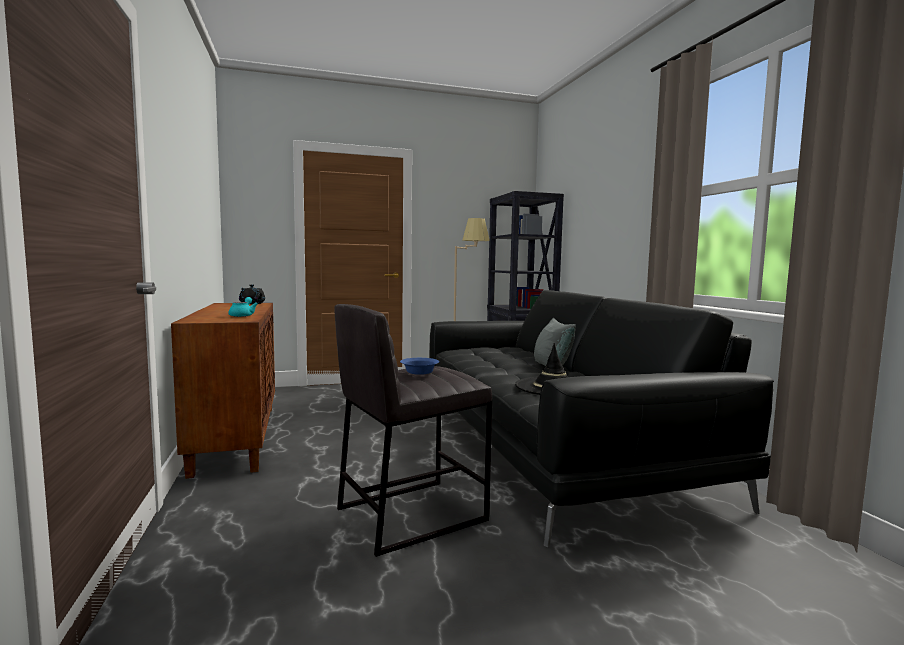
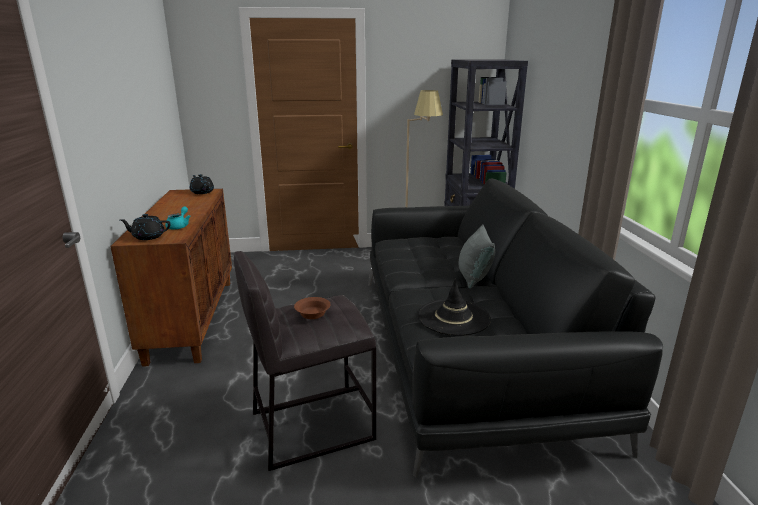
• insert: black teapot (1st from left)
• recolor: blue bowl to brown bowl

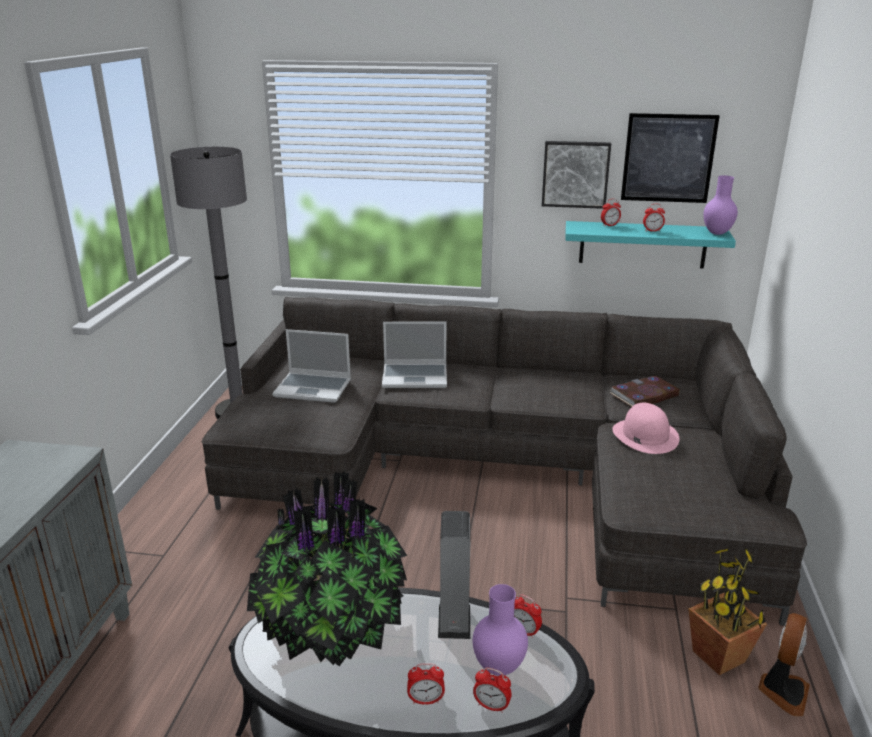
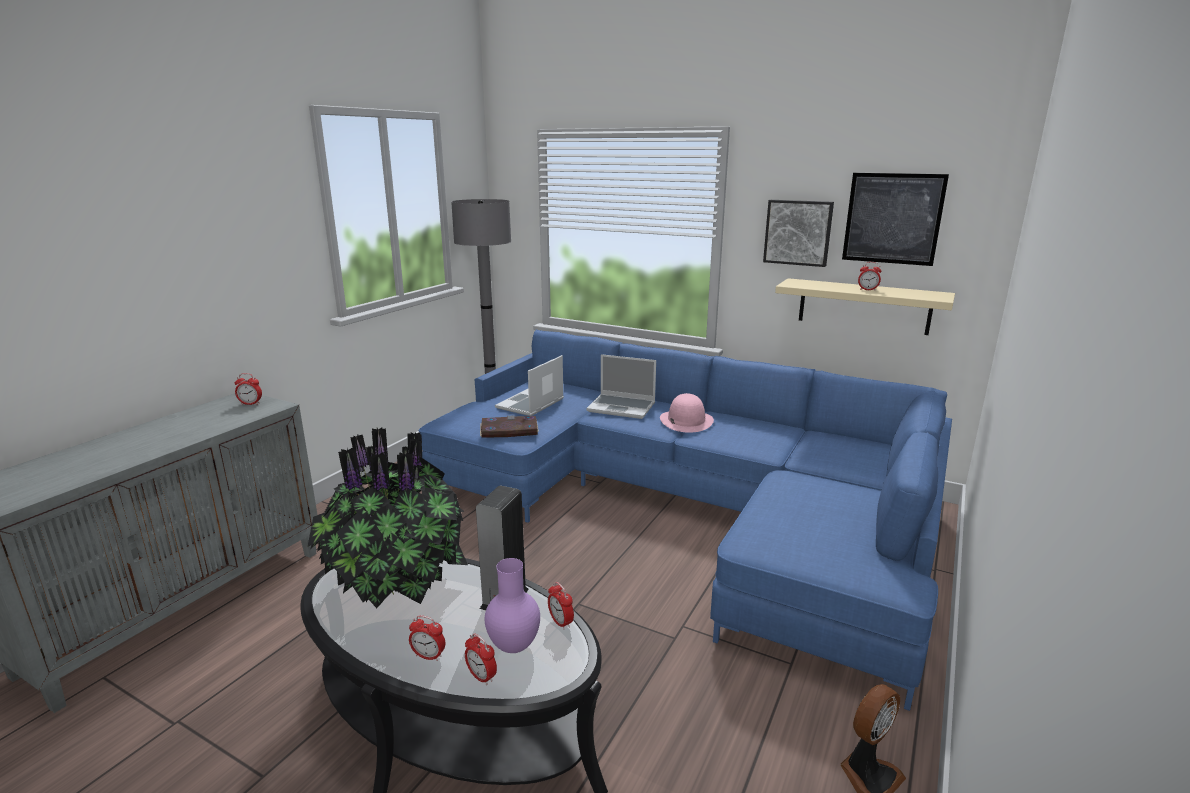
• delete: potted plant (2nd from left)
• delete: purple vase (2nd from left)
• move: alarm clock (4th from left in the first image) to alarm clock (1st from left)
• move: book
• move: pink hat
• recolor: grey sofa to blue sofa
• recolor: turquoise shelf to beige shelf
• rotate: laptop (1st from left) 90 degrees clockwise

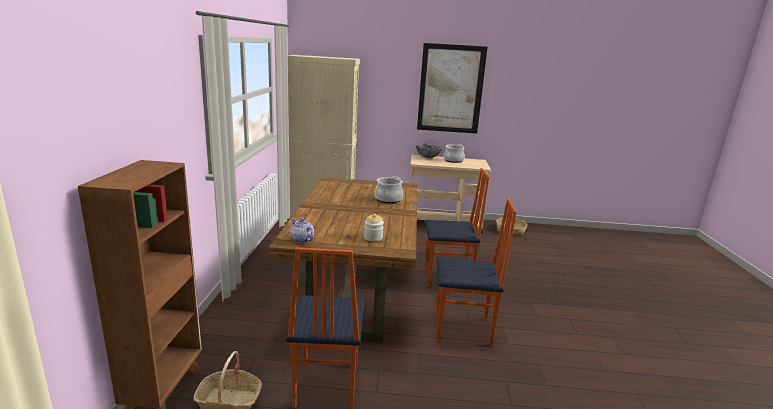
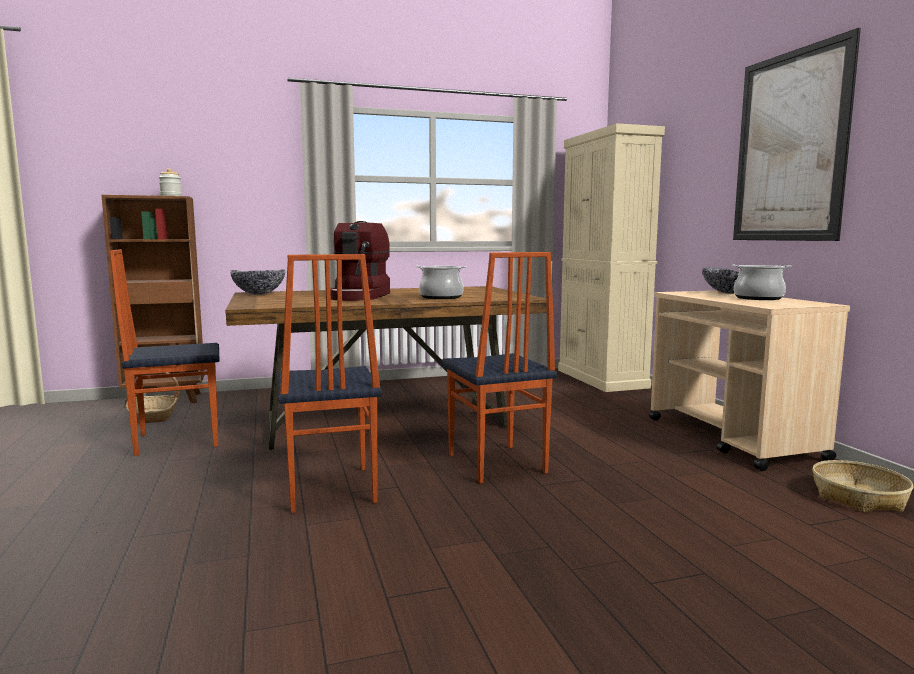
• insert: coffee machine
• move: jar
• replace: teapot to bowl (1st from left)

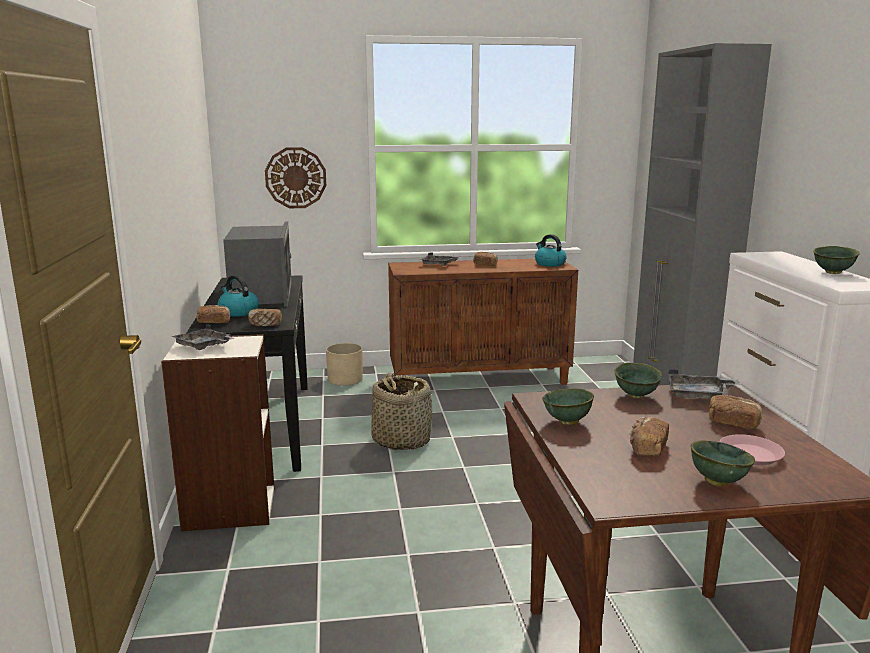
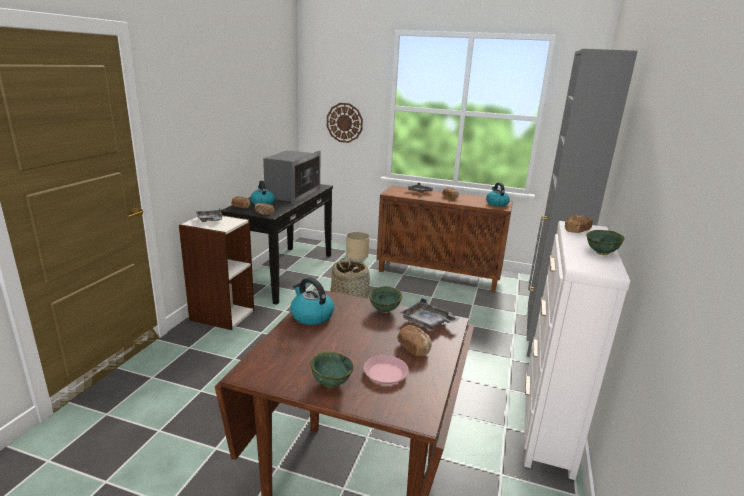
• move: bread (4th from left in the first image) to bread (5th from left)
• replace: green bowl (1st from left) to kettle (2nd from left)

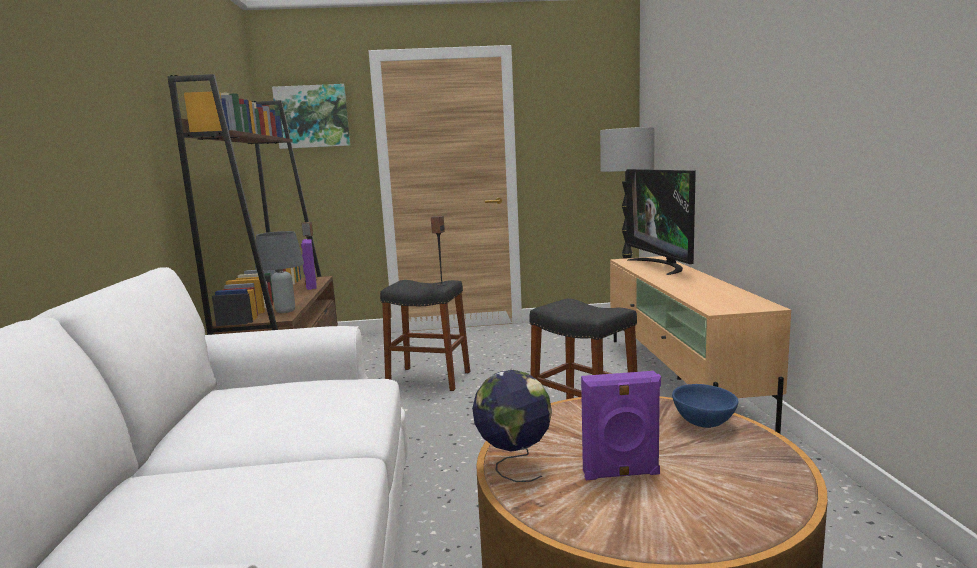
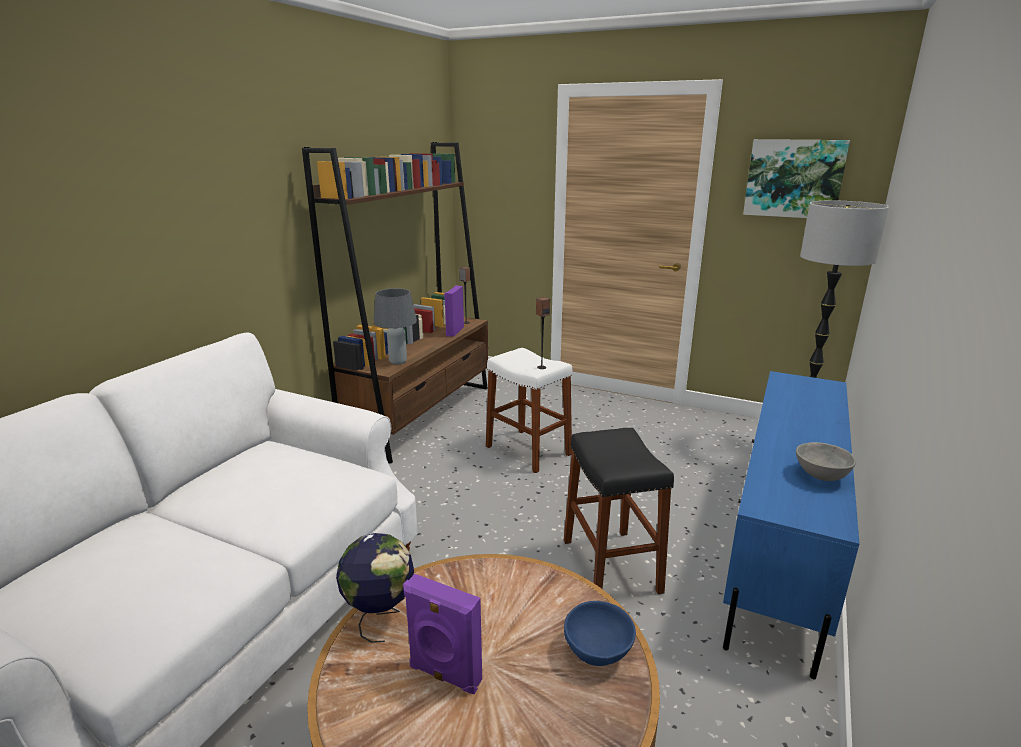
• delete: television
• insert: grey bowl
• move: picture
• recolor: black stool (1st from left) to white stool
• recolor: beige tv stand to blue tv stand

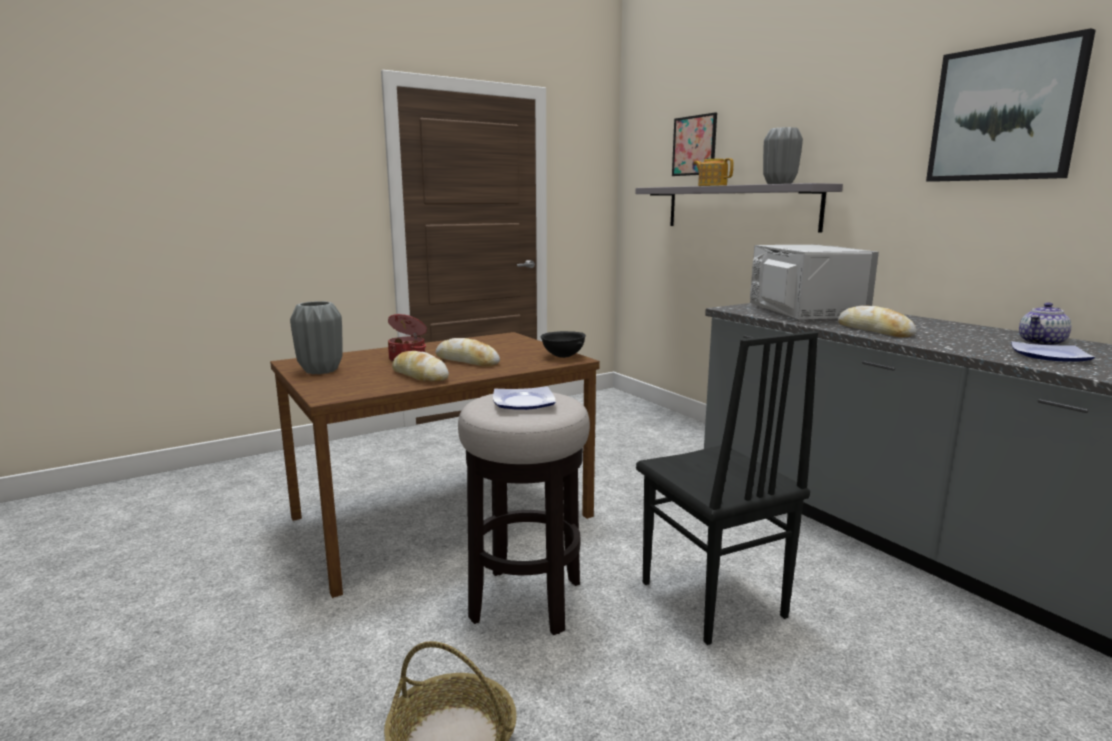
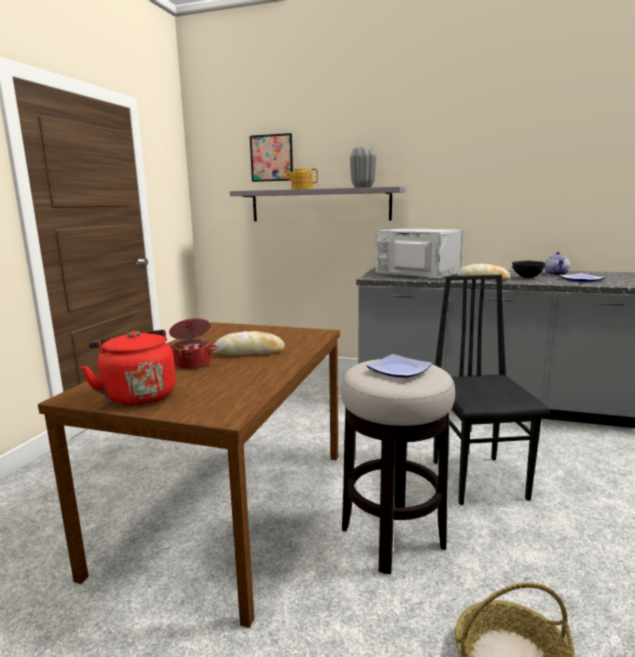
• delete: bread (1st from left)
• delete: picture (2nd from left)
• move: black bowl
• replace: grey vase (1st from left) to red kettle
• rotate: black chair 120 degrees counterclockwise

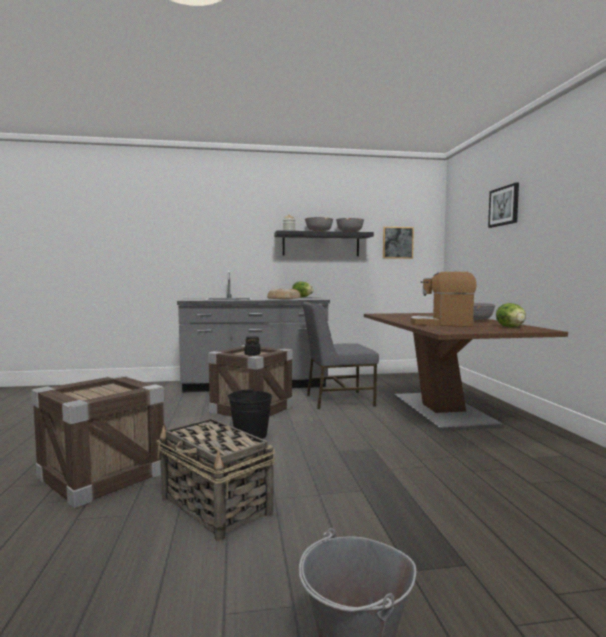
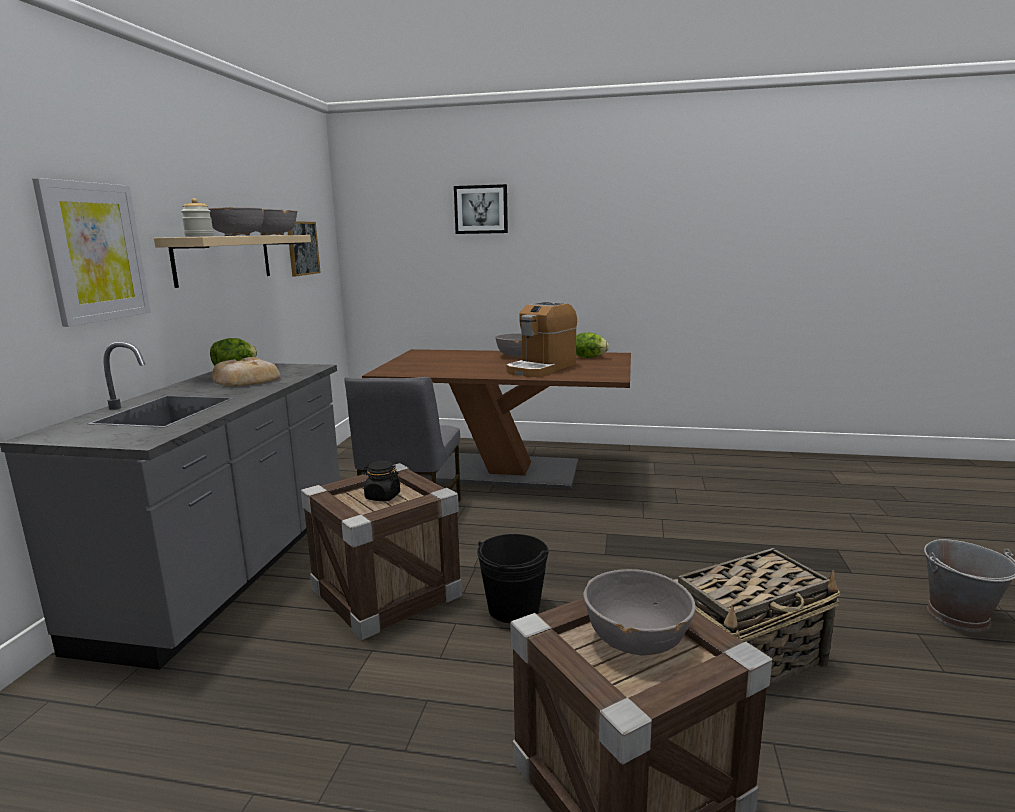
• insert: picture (1st from left)
• insert: grey bowl (4th from left)
• recolor: black shelf to beige shelf

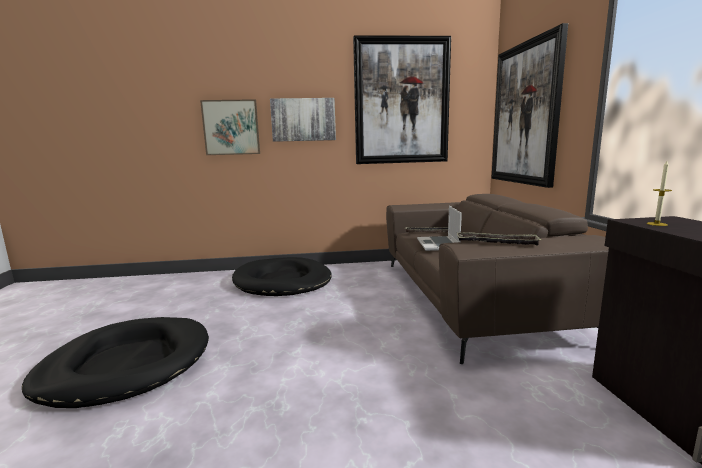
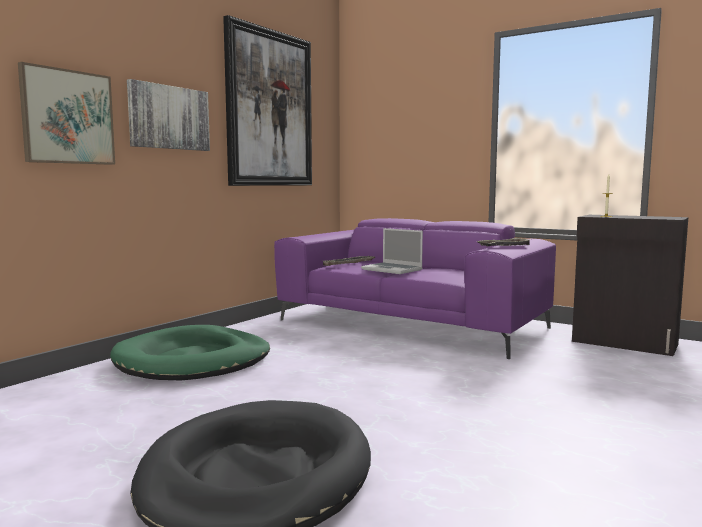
• delete: picture (4th from left)
• recolor: black dog bed (2nd from left) to green dog bed
• recolor: brown sofa to purple sofa

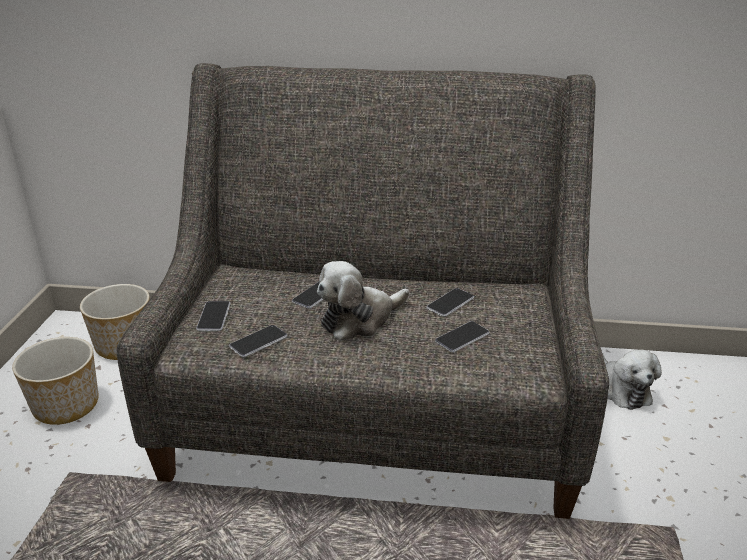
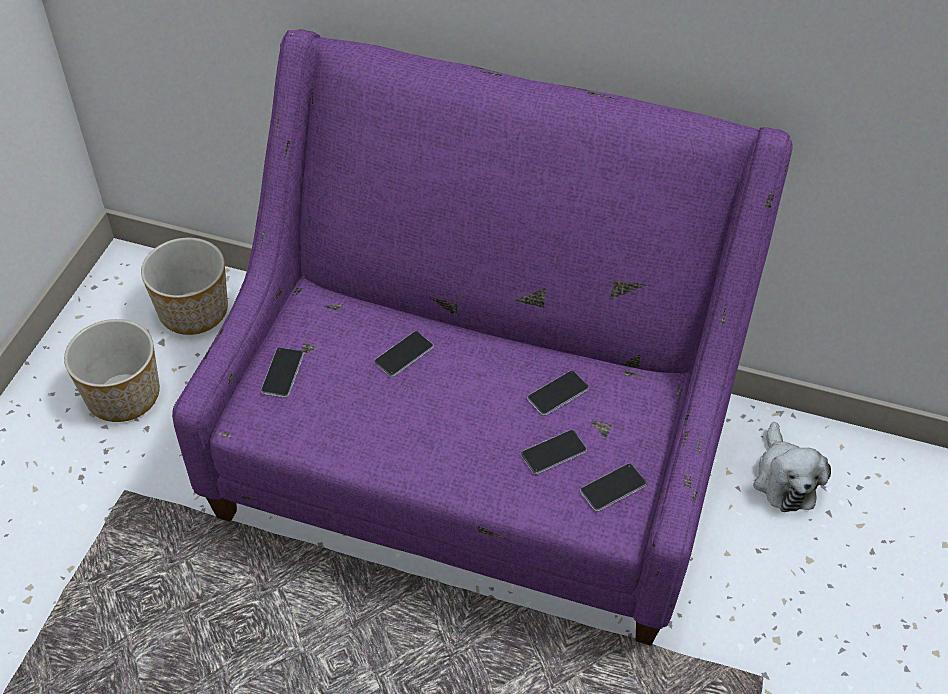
• delete: plush toy (1st from left)
• move: phone (2nd from left in the first image) to phone (5th from left)
• recolor: grey sofa to purple sofa

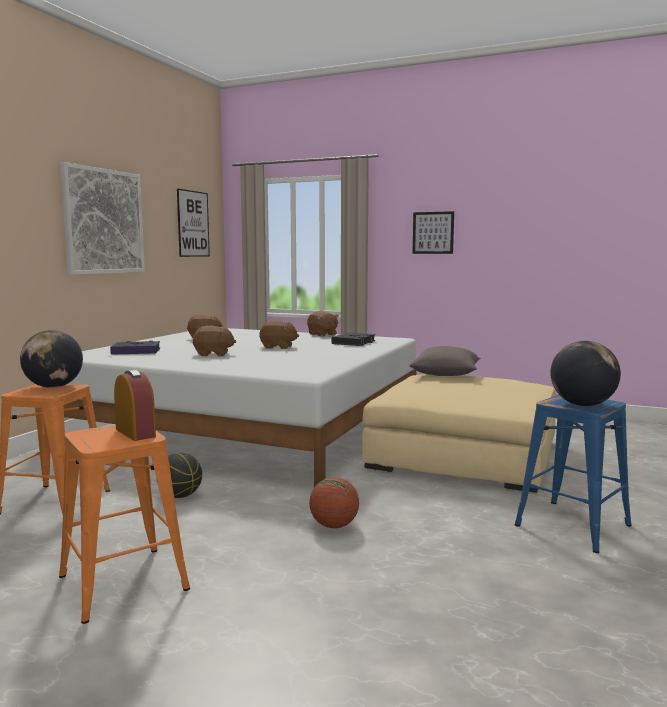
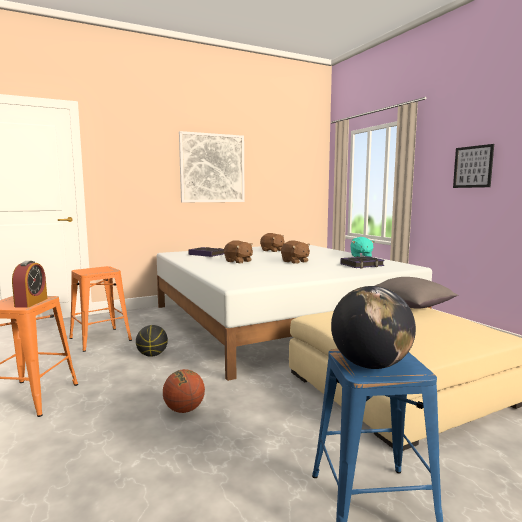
• delete: globe (1st from left)
• delete: picture (2nd from left)
• recolor: brown plush toy (4th from left) to turquoise plush toy

